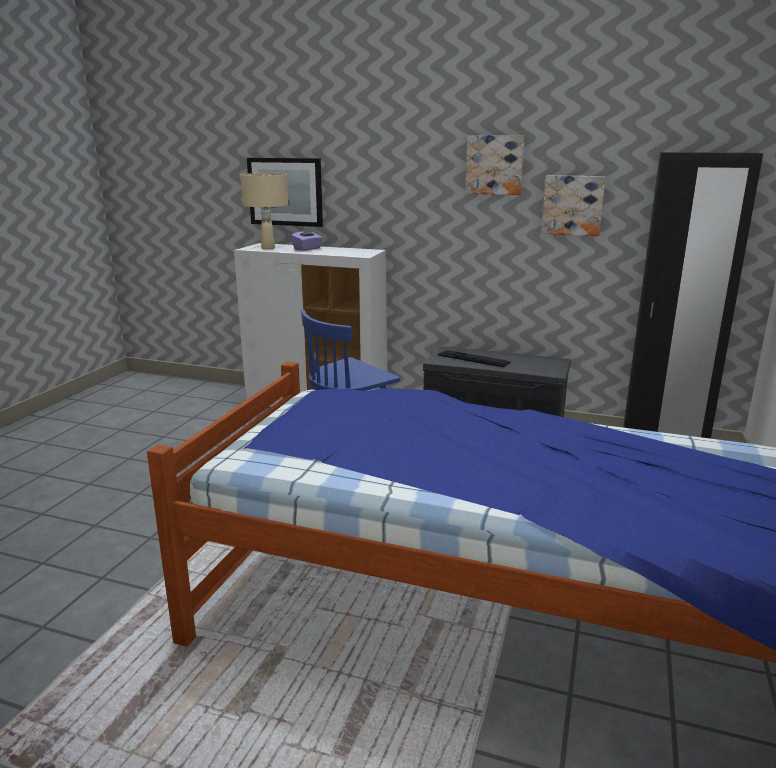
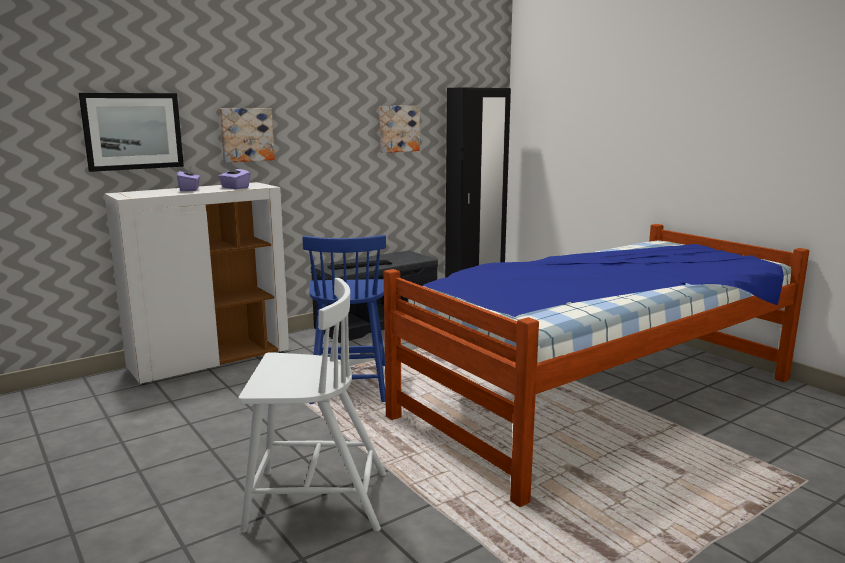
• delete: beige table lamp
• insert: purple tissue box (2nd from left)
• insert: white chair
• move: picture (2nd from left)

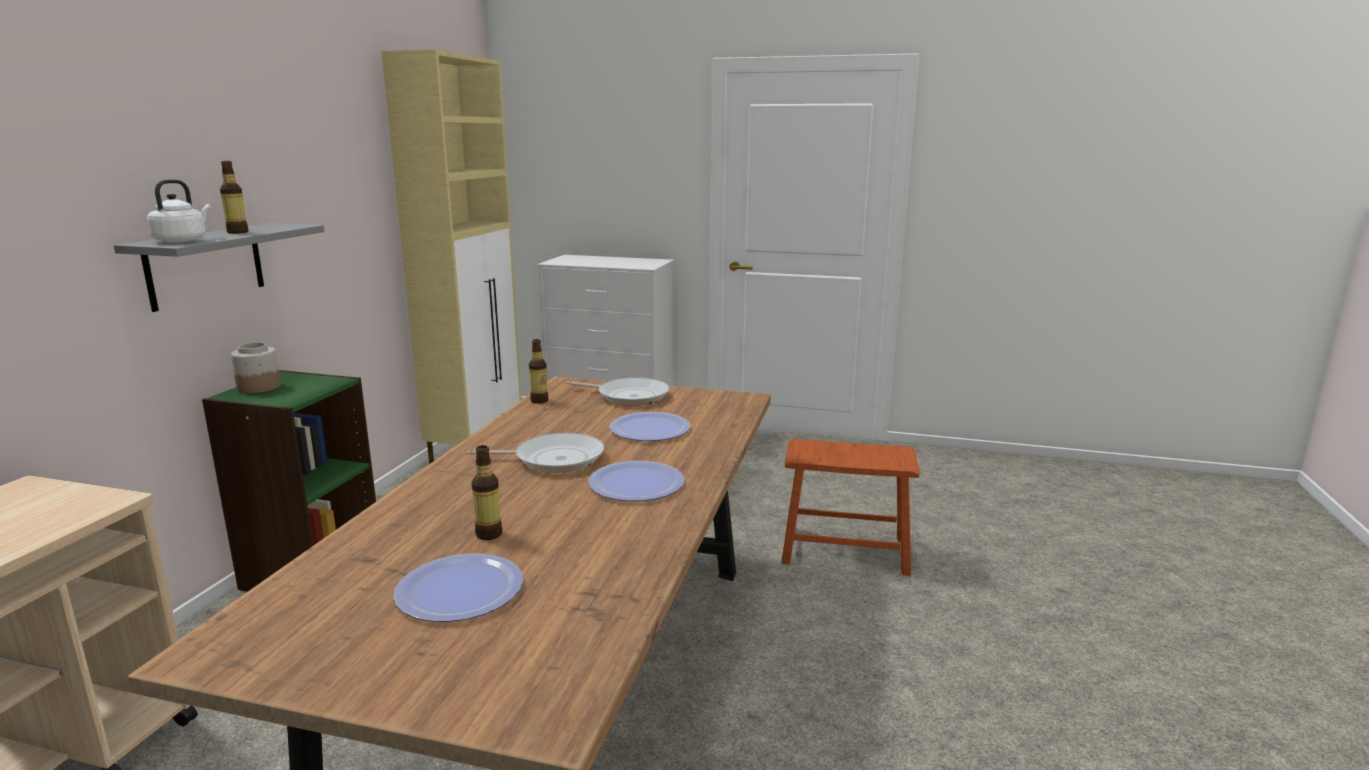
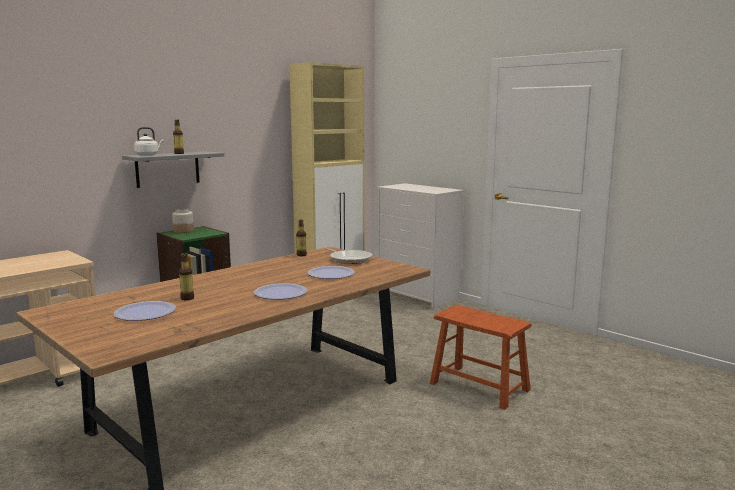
• delete: frying pan (1st from left)

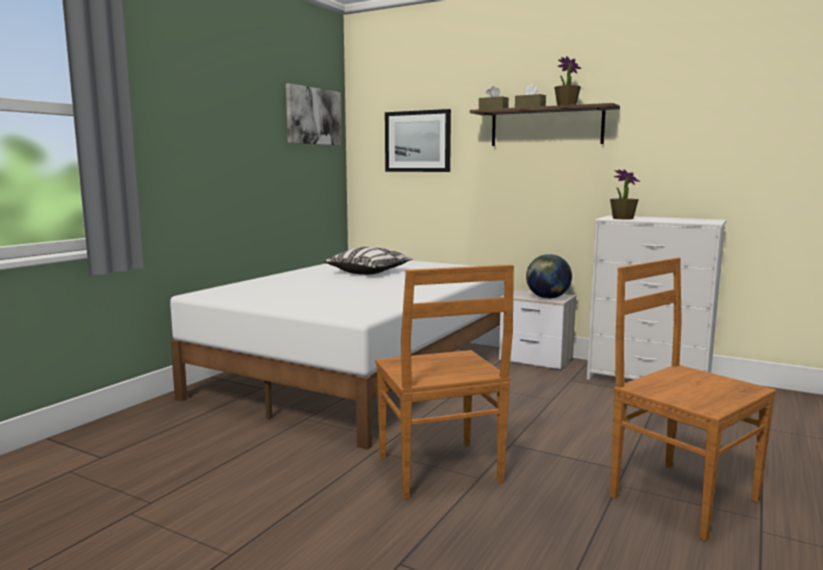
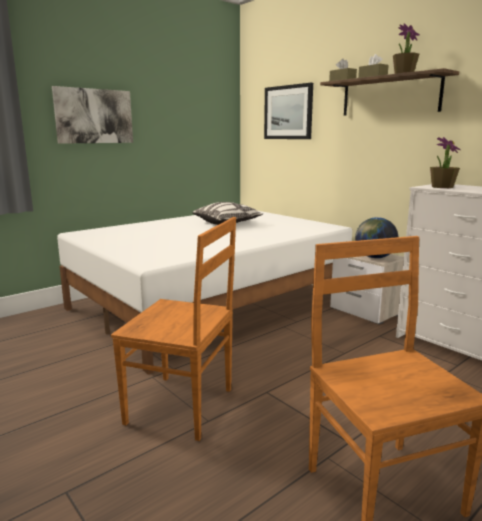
• move: picture (1st from left)
• rotate: brown chair (1st from left) 75 degrees counterclockwise

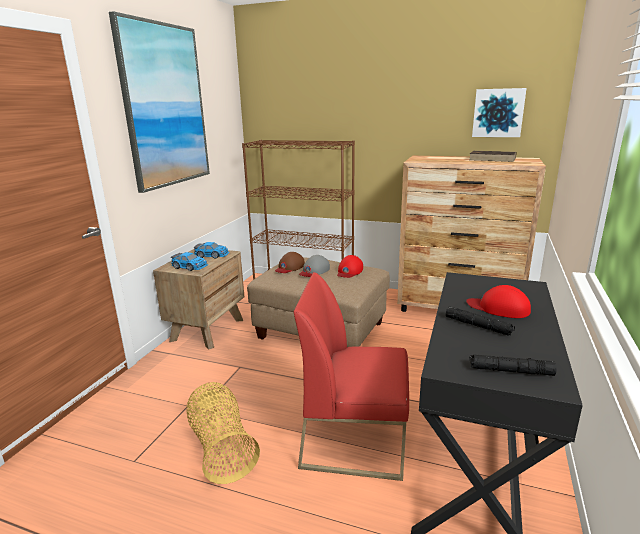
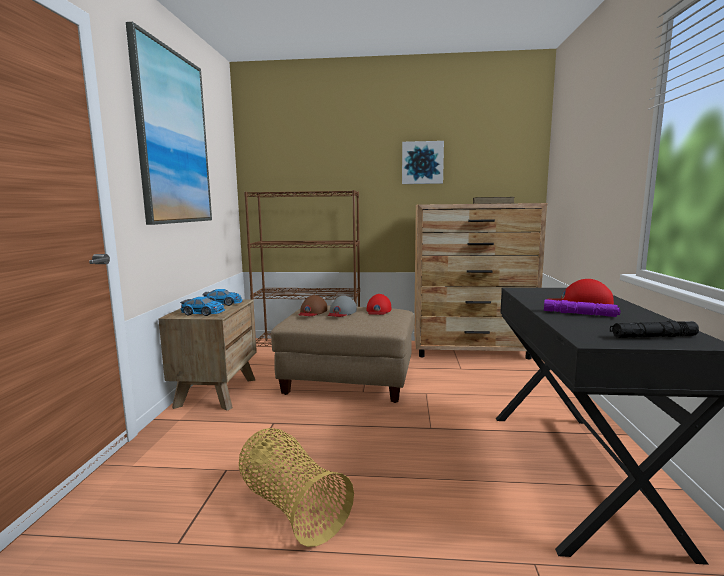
• delete: red chair
• move: picture (2nd from left)
• recolor: black flashlight (1st from left) to purple flashlight

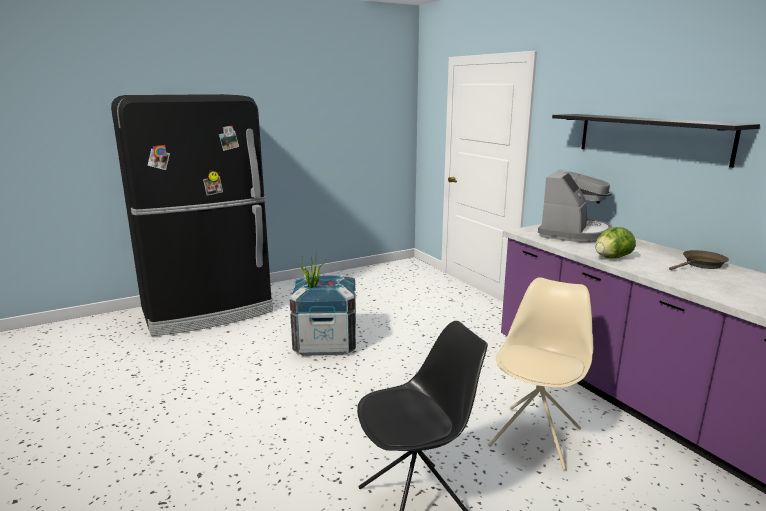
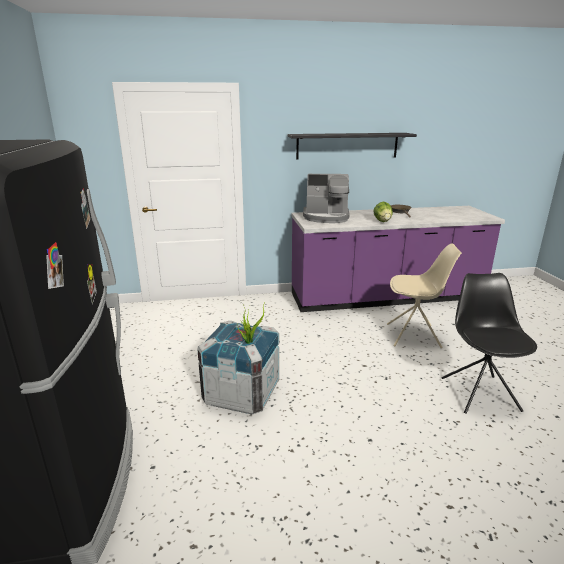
• rotate: beige chair 135 degrees clockwise
• rotate: coffee machine 135 degrees clockwise

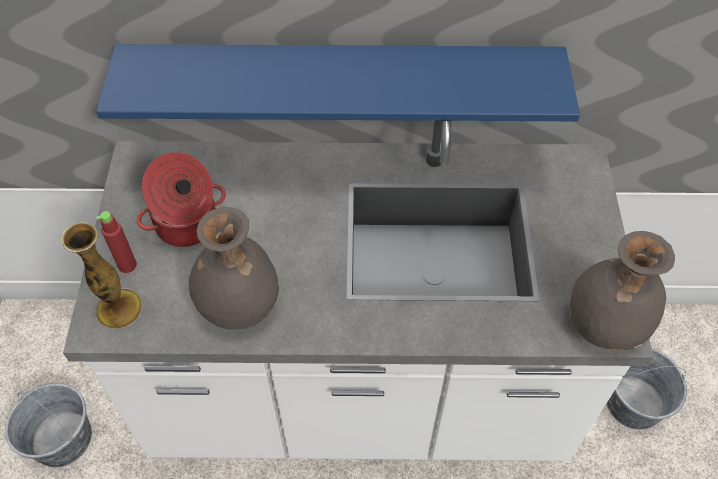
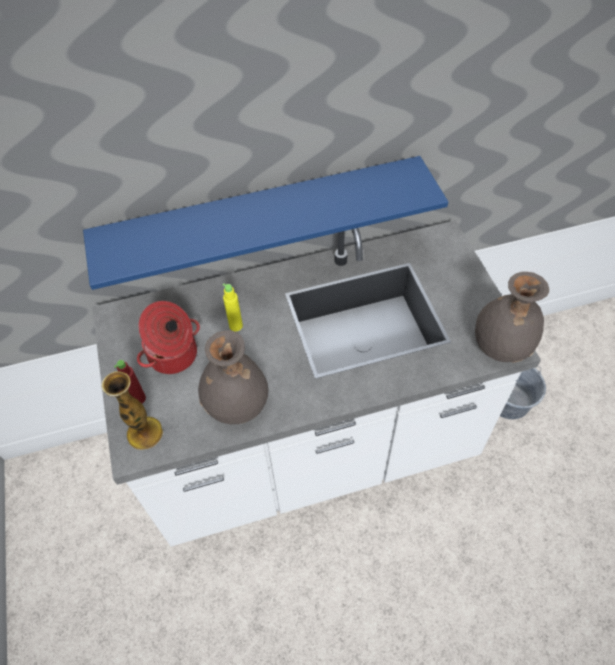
• delete: grey bucket (1st from left)
• insert: yellow bottle

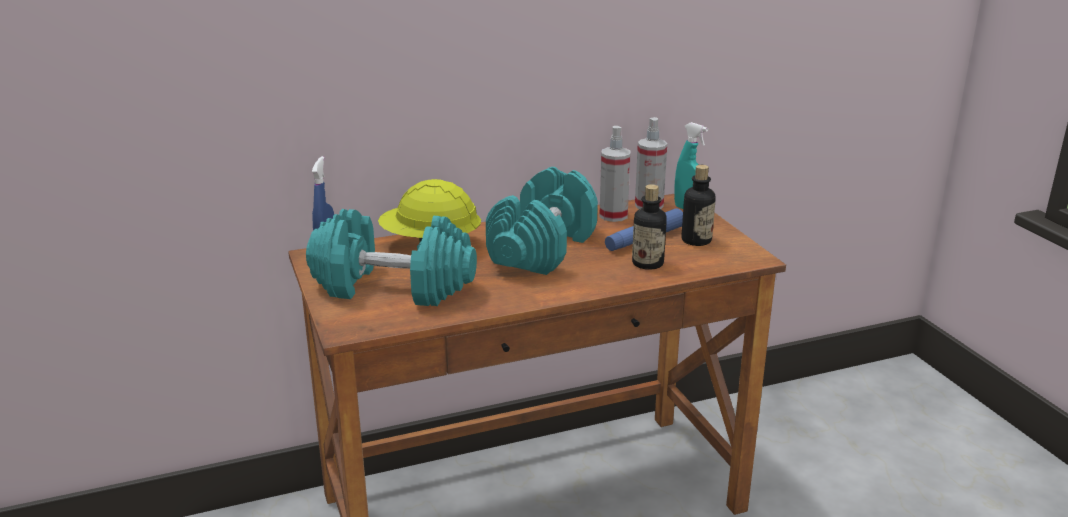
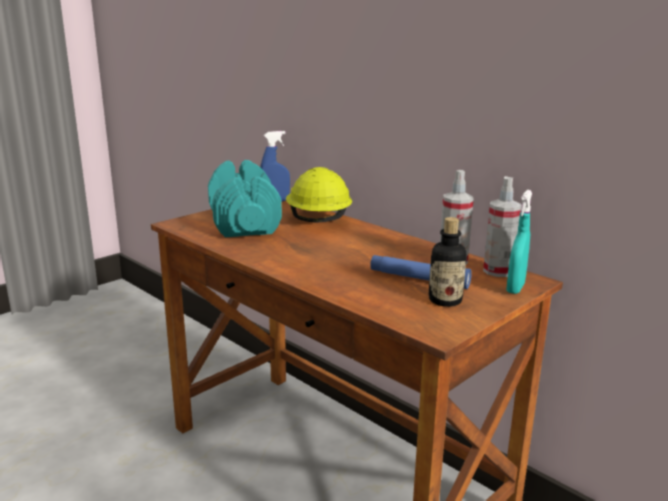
• delete: turquoise dumbbell (2nd from left)
• delete: bottle (1st from left)

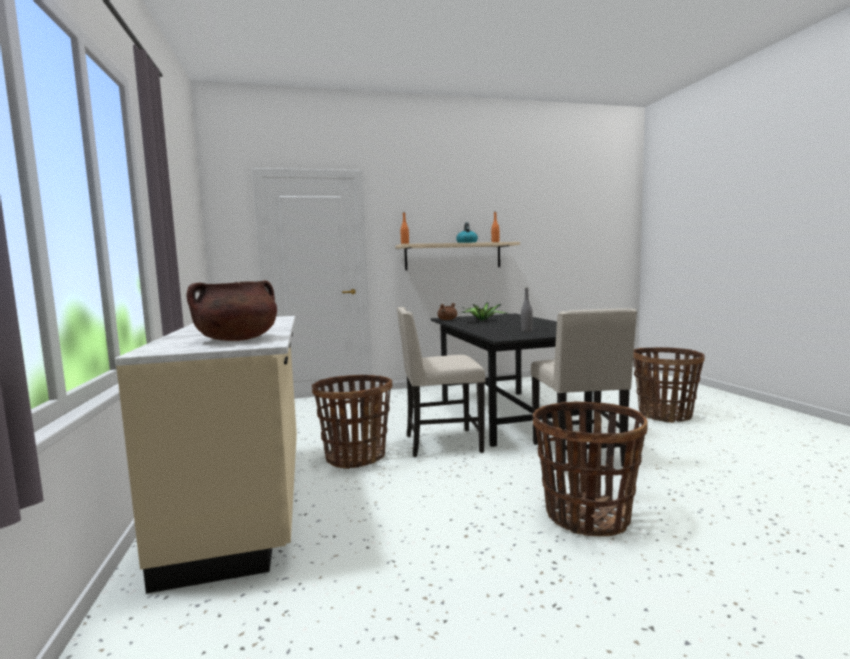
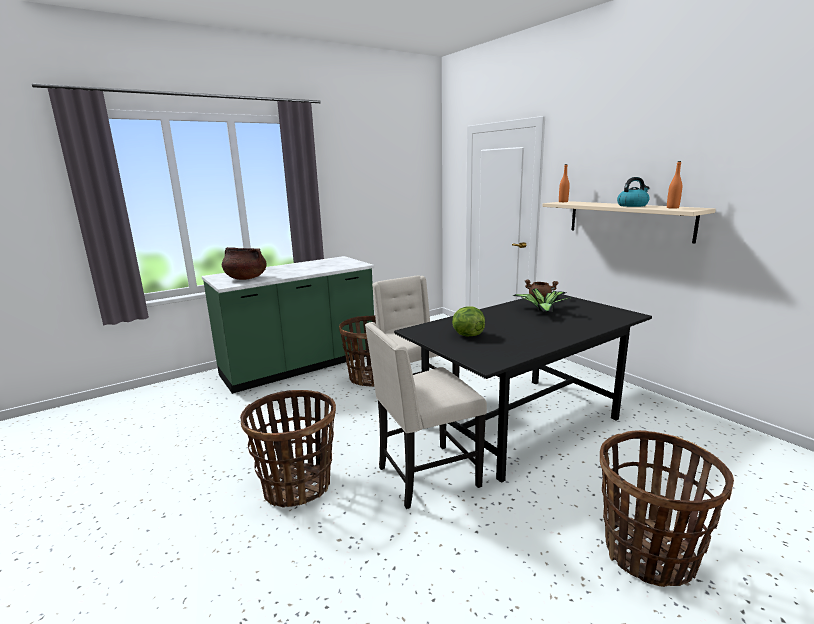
• replace: grey bottle to lettuce
• recolor: beige counter to green counter

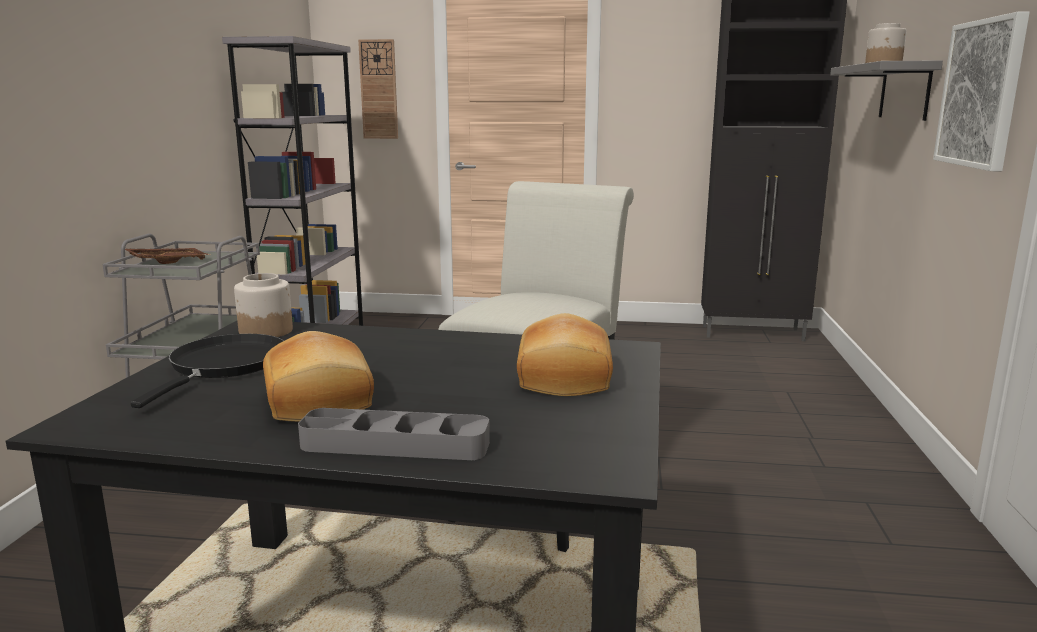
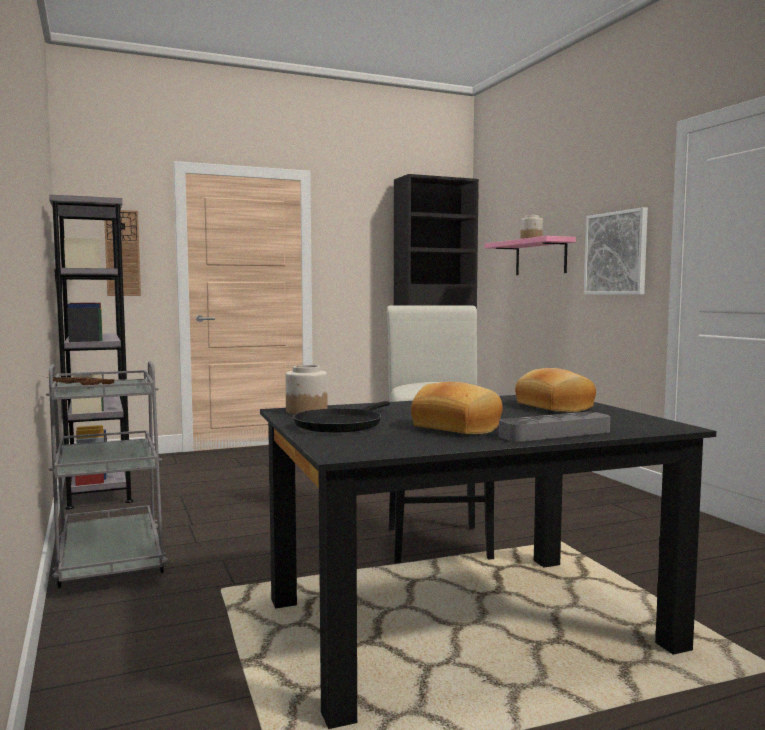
• recolor: grey shelf to pink shelf
• rotate: black frying pan 135 degrees counterclockwise

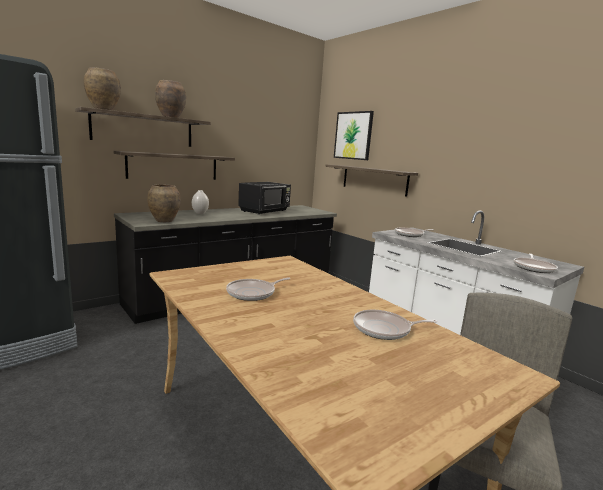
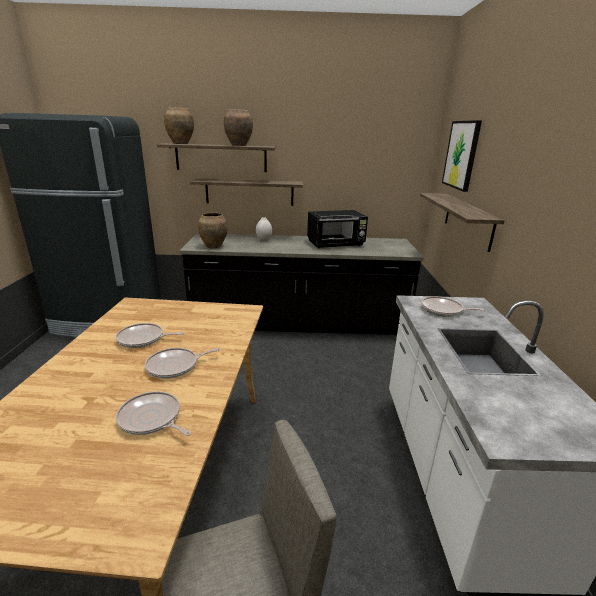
• move: frying pan (4th from left in the first image) to frying pan (3rd from left)

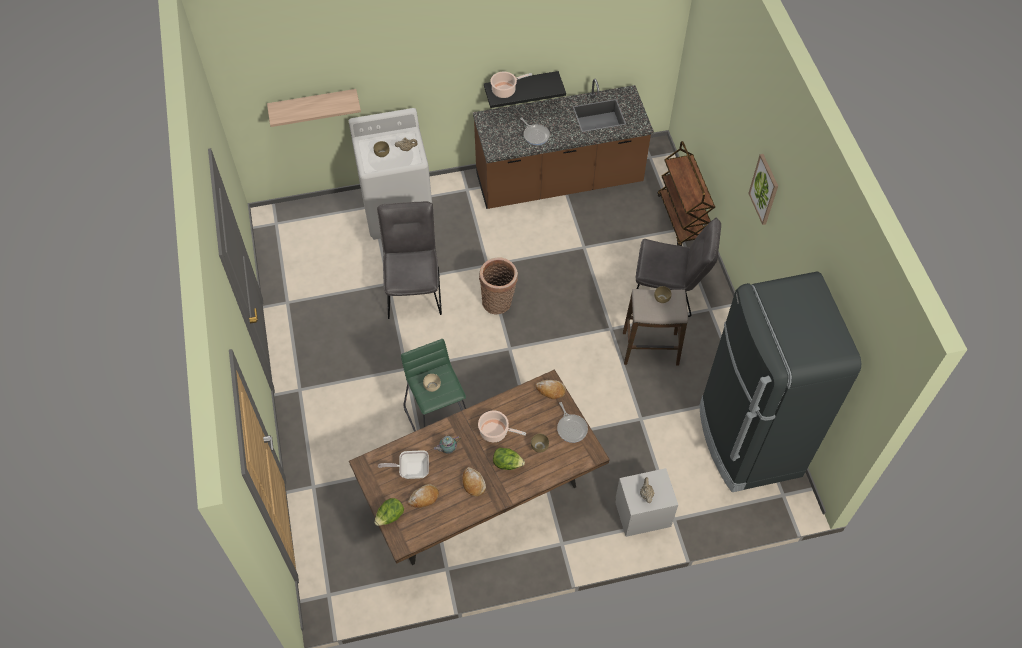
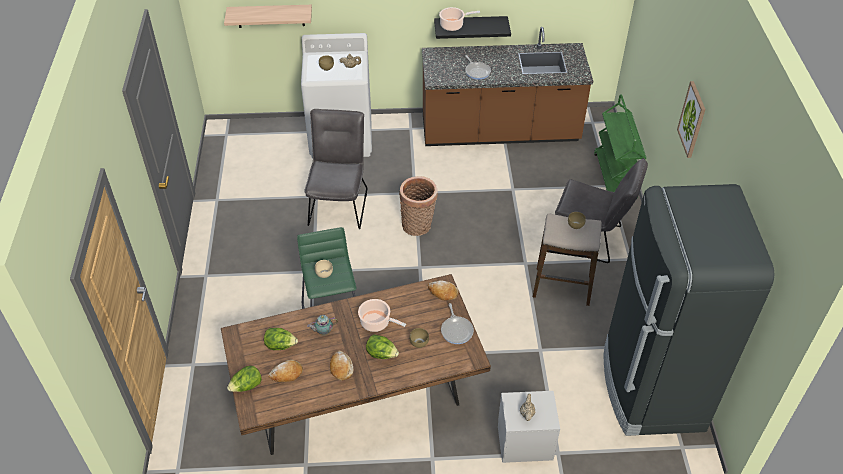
• replace: frying pan (1st from left) to lettuce (2nd from left)
• recolor: brown cart to green cart

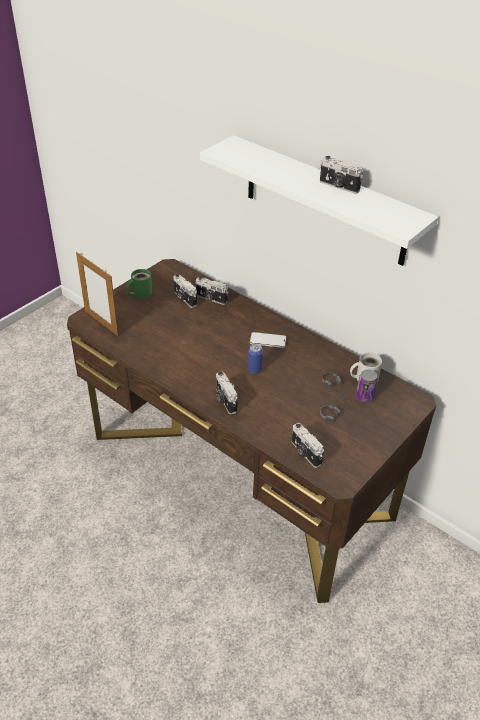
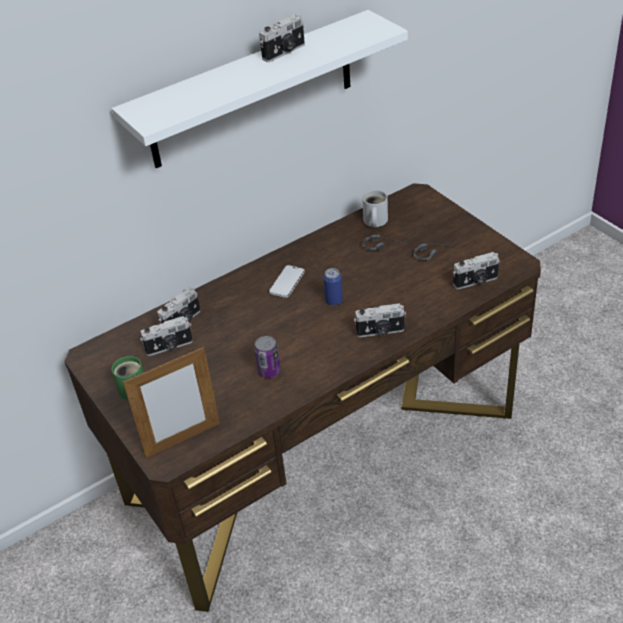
• move: can (2nd from left in the first image) to can (1st from left)

